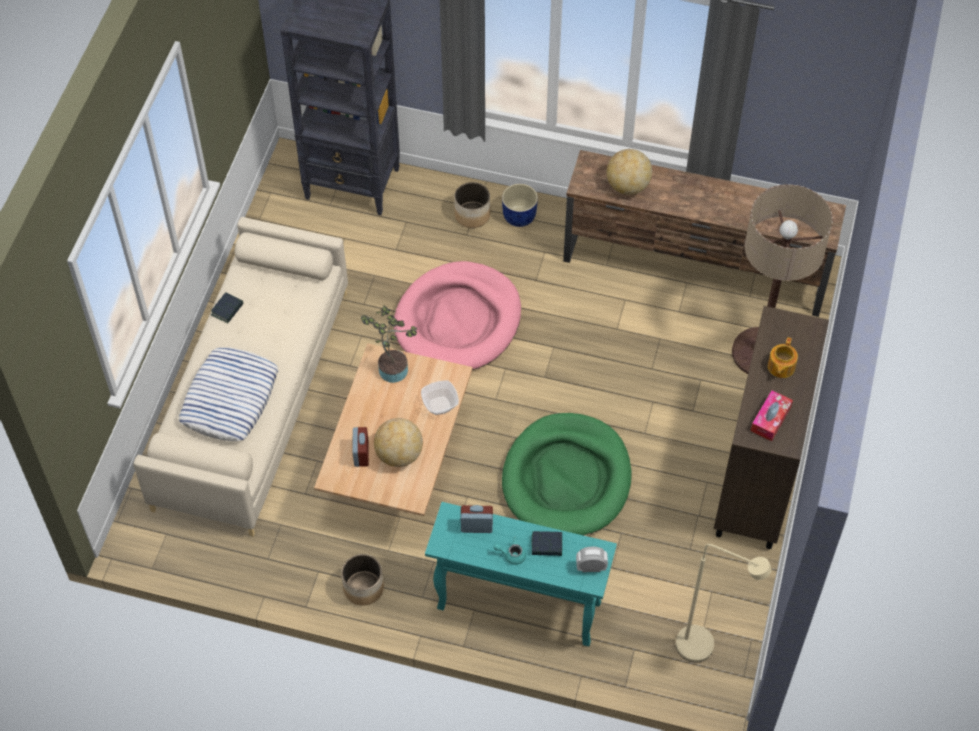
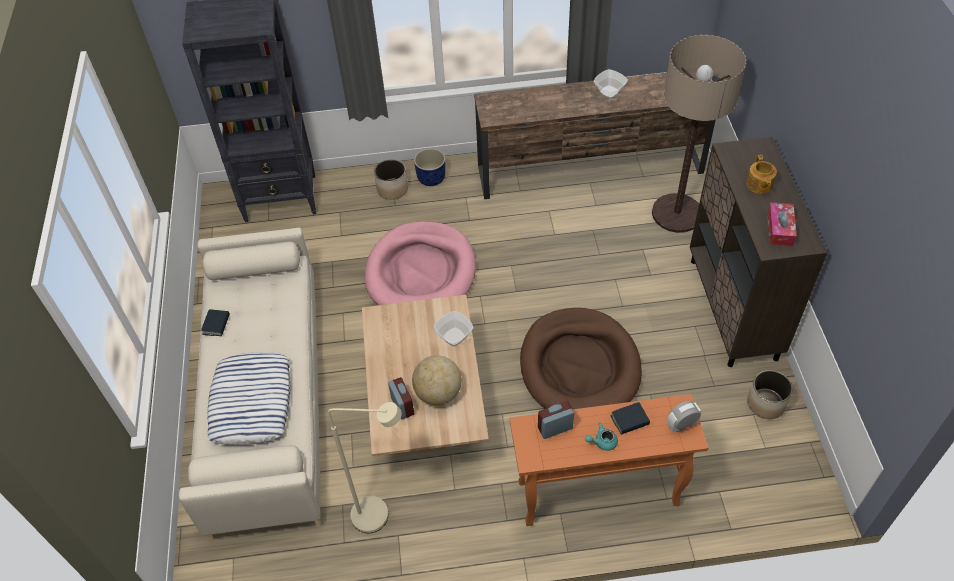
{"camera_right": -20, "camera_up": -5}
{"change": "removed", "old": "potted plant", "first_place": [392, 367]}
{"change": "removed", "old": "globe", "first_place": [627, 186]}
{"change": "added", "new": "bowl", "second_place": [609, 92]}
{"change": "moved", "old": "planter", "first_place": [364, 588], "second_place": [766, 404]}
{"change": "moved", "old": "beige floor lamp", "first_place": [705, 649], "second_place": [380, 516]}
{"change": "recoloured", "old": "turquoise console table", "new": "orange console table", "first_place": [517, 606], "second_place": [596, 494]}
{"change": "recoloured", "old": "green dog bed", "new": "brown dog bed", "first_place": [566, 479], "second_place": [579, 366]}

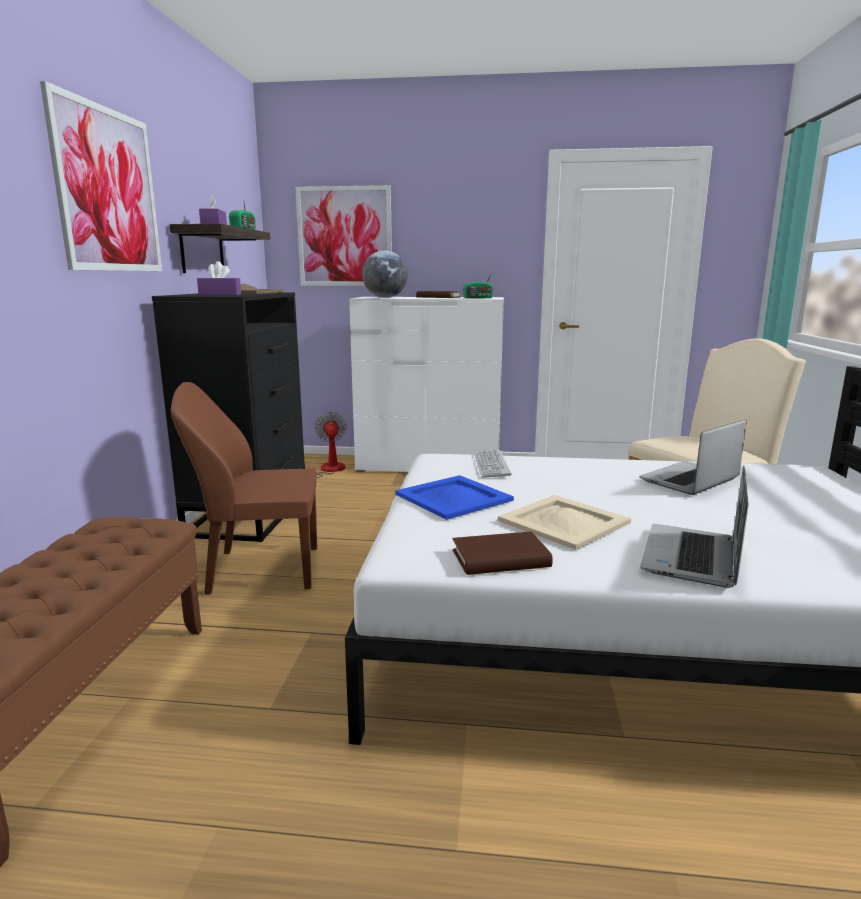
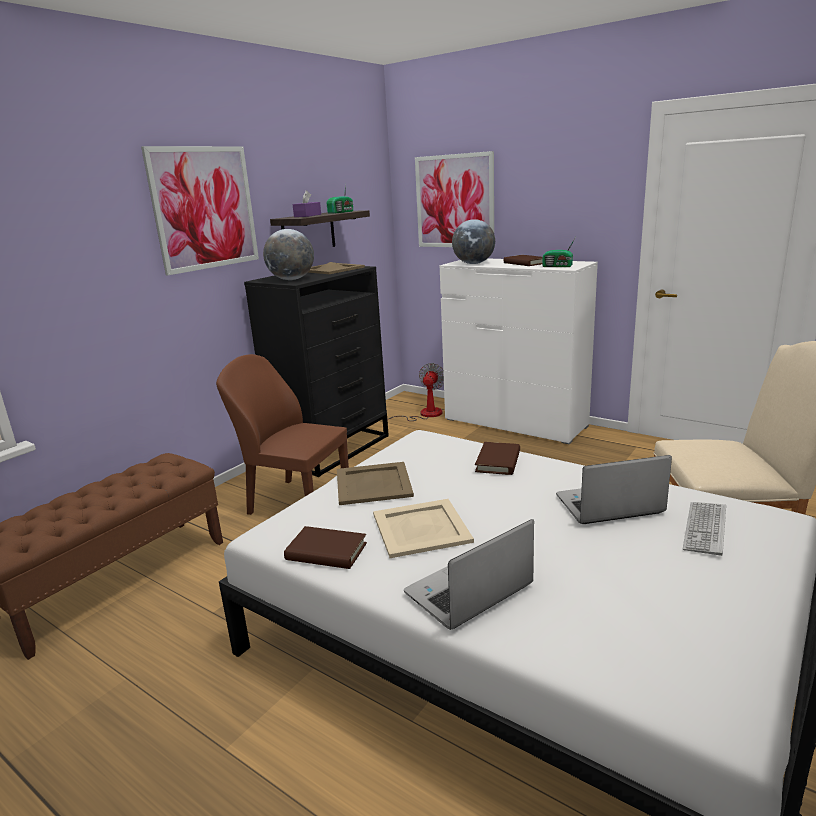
{"camera_right": 30, "camera_up": 5}
{"change": "added", "new": "brown book", "second_place": [498, 461]}
{"change": "moved", "old": "keyboard", "first_place": [491, 465], "second_place": [705, 528]}
{"change": "replaced", "old": "purple tissue box", "new": "globe", "first_place": [220, 295], "second_place": [291, 279]}
{"change": "recoloured", "old": "blue tray", "new": "beige tray", "first_place": [453, 498], "second_place": [372, 484]}

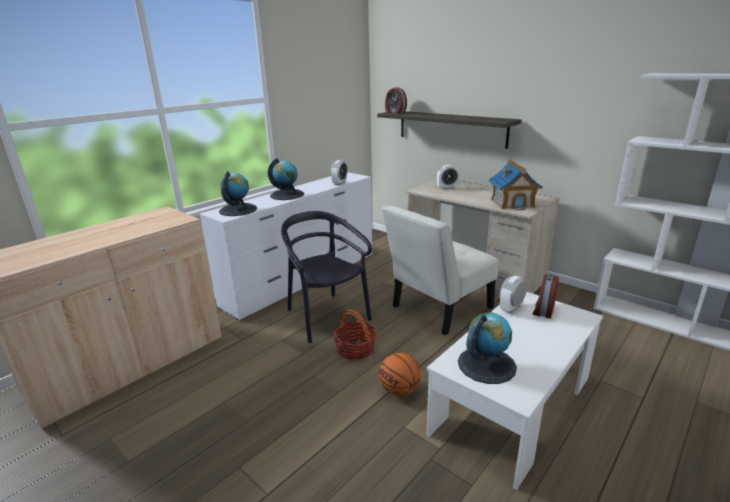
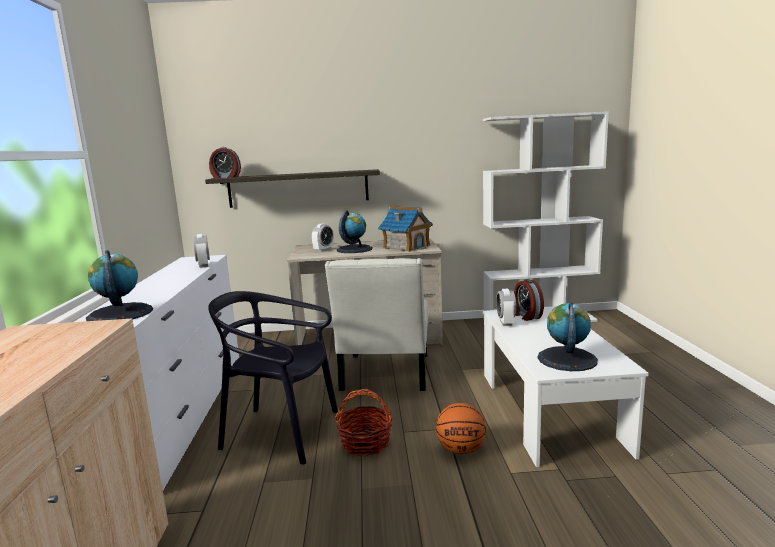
{"camera_right": -45, "camera_up": -10}
{"change": "moved", "old": "globe", "first_place": [287, 195], "second_place": [354, 249]}

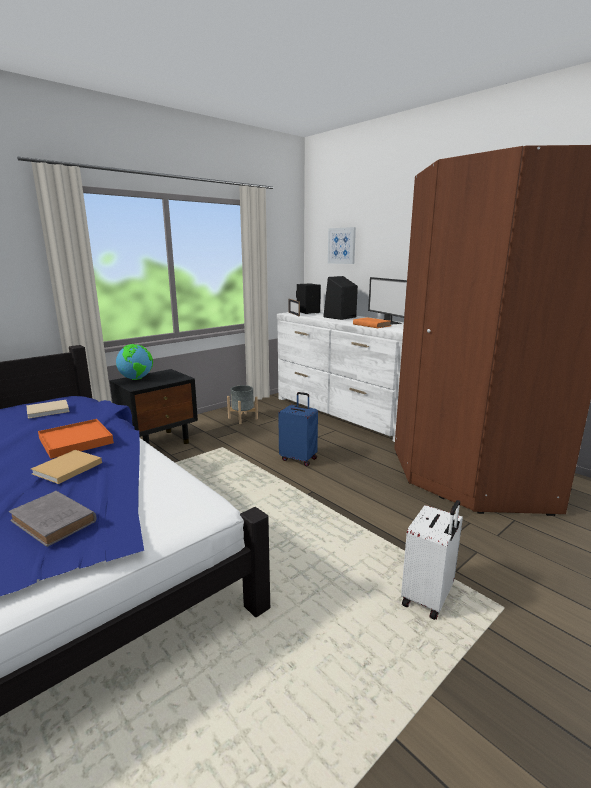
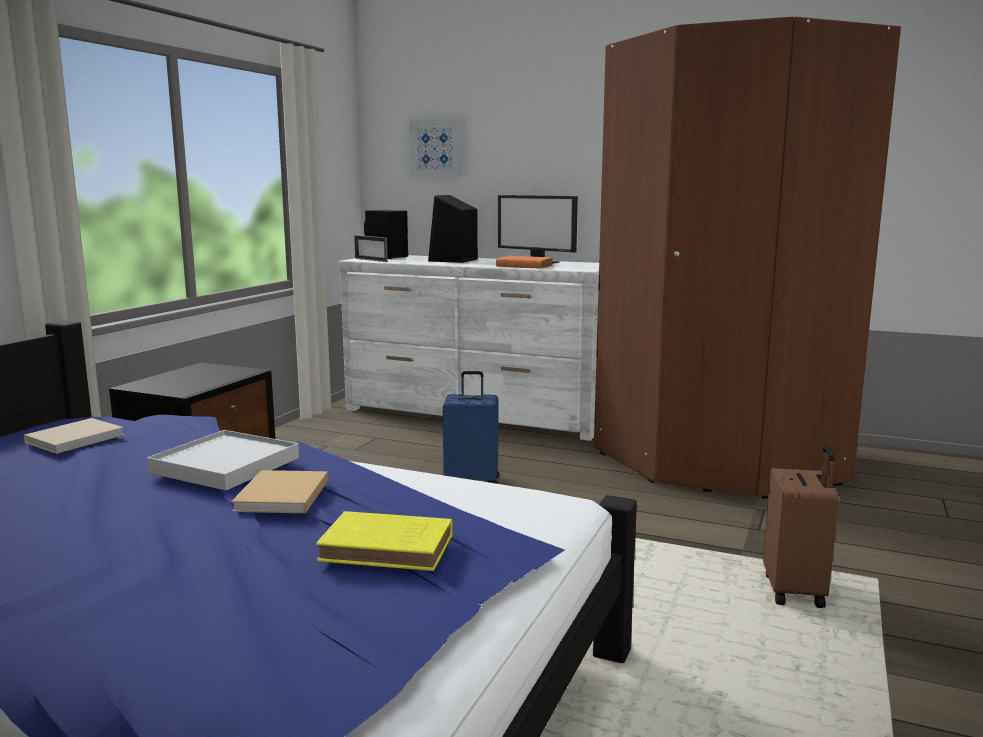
{"camera_right": -25, "camera_up": -5}
{"change": "removed", "old": "globe", "first_place": [136, 379]}
{"change": "removed", "old": "grey planter", "first_place": [242, 418]}
{"change": "recoloured", "old": "grey book", "new": "yellow book", "first_place": [55, 522], "second_place": [390, 548]}
{"change": "recoloured", "old": "orange tray", "new": "white tray", "first_place": [76, 441], "second_place": [225, 465]}
{"change": "recoloured", "old": "white suitcase", "new": "brown suitcase", "first_place": [428, 598], "second_place": [795, 591]}

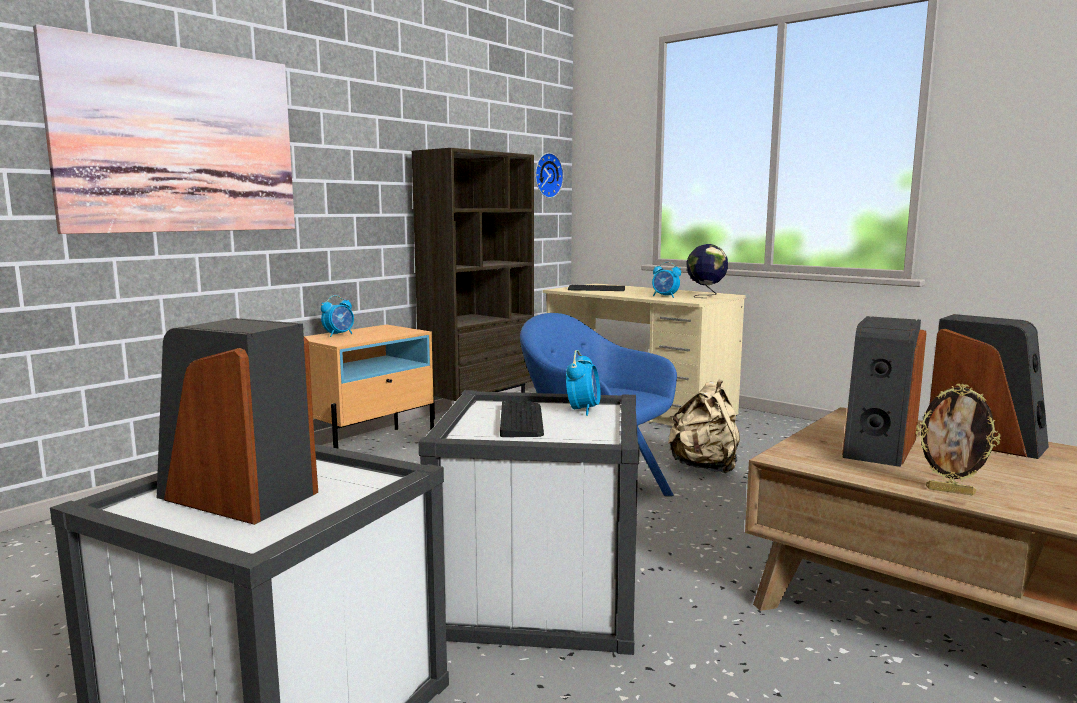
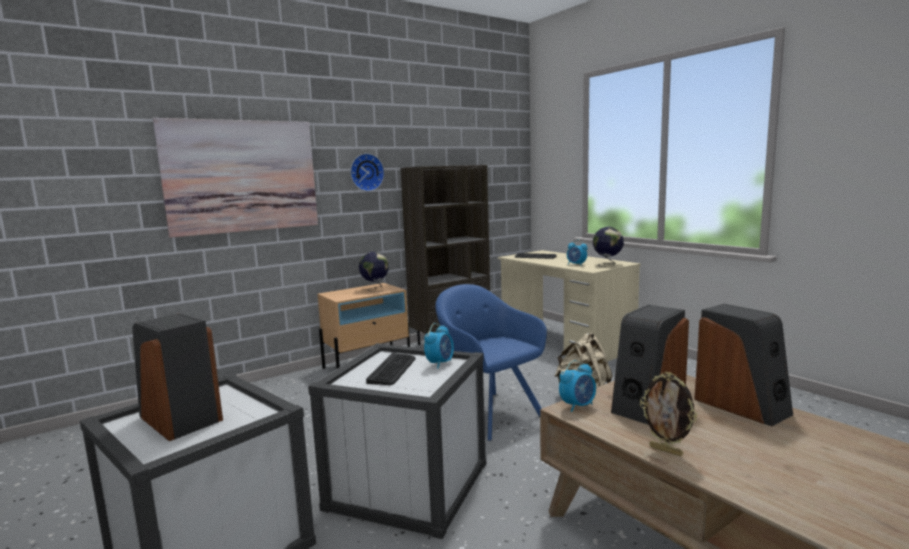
{"camera_right": 15, "camera_up": 0}
{"change": "added", "new": "globe", "second_place": [375, 289]}
{"change": "moved", "old": "alarm clock", "first_place": [339, 335], "second_place": [578, 406]}
{"change": "moved", "old": "wall clock", "first_place": [546, 175], "second_place": [366, 172]}

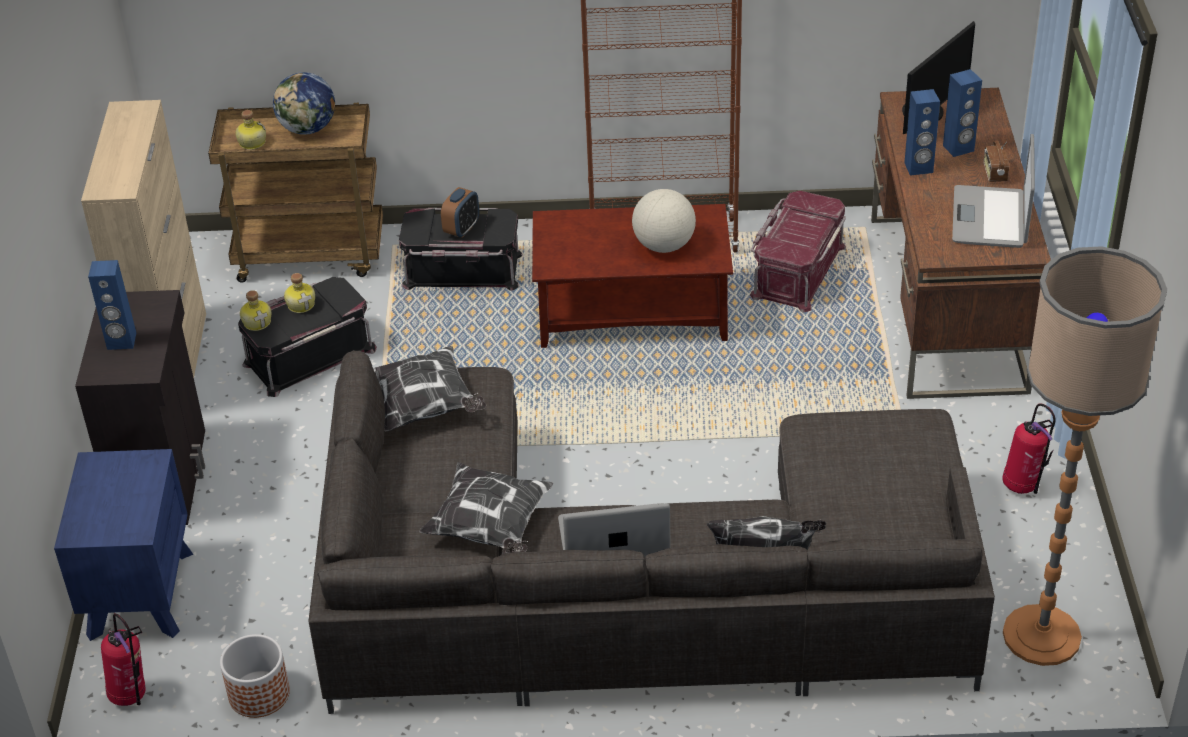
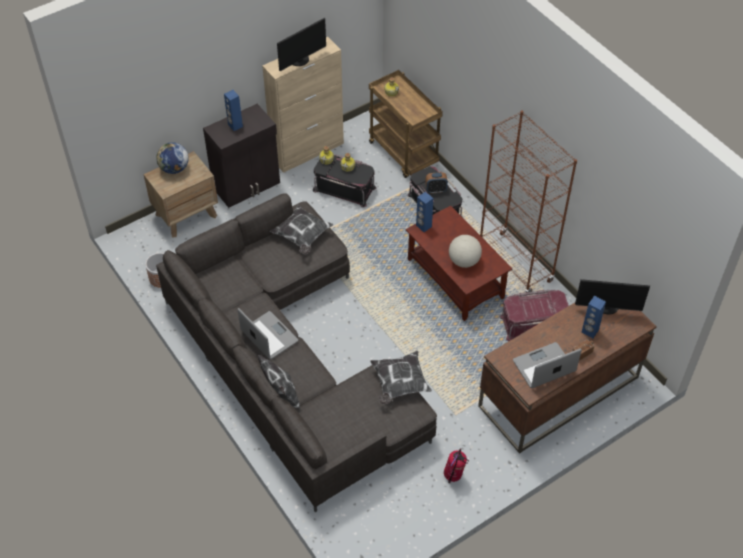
{"camera_right": 55, "camera_up": 10}
{"change": "removed", "old": "fire extinguisher", "first_place": [132, 696]}
{"change": "removed", "old": "floor lamp", "first_place": [1041, 635]}
{"change": "added", "new": "monitor", "second_place": [300, 60]}
{"change": "moved", "old": "globe", "first_place": [308, 129], "second_place": [174, 169]}
{"change": "moved", "old": "pillow", "first_place": [490, 528], "second_place": [399, 384]}
{"change": "moved", "old": "blue speaker", "first_place": [918, 168], "second_place": [423, 226]}
{"change": "recoloured", "old": "blue nightstand", "new": "brown nightstand", "first_place": [140, 593], "second_place": [186, 215]}

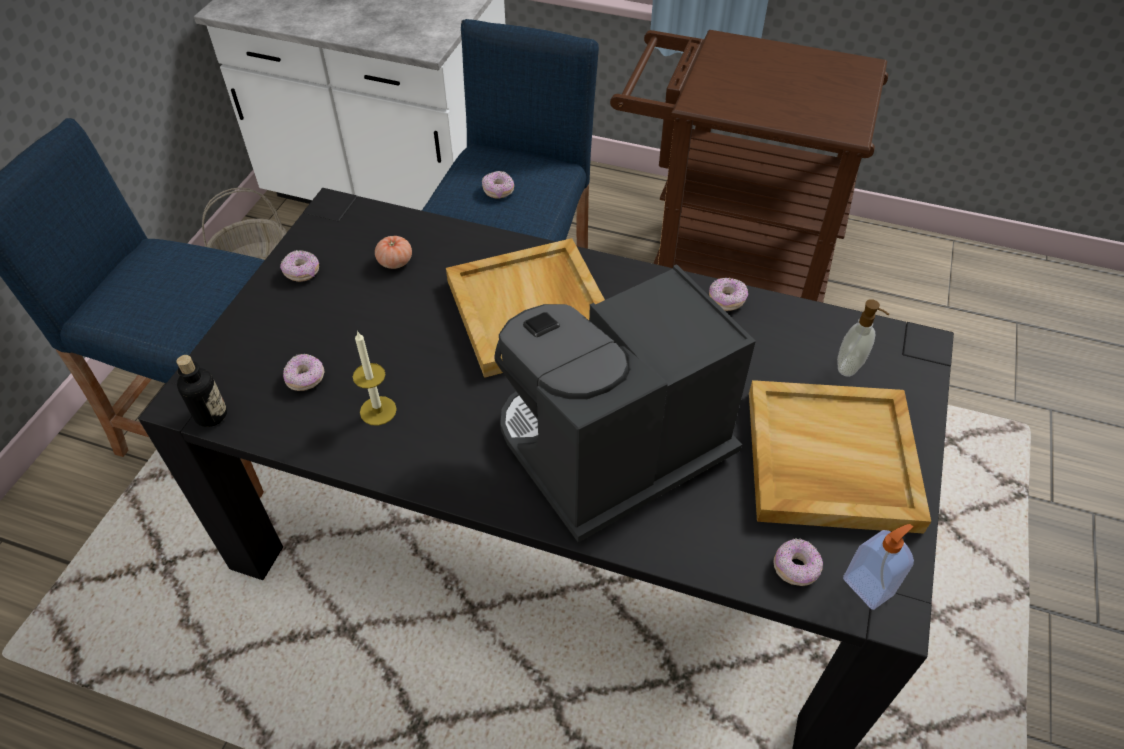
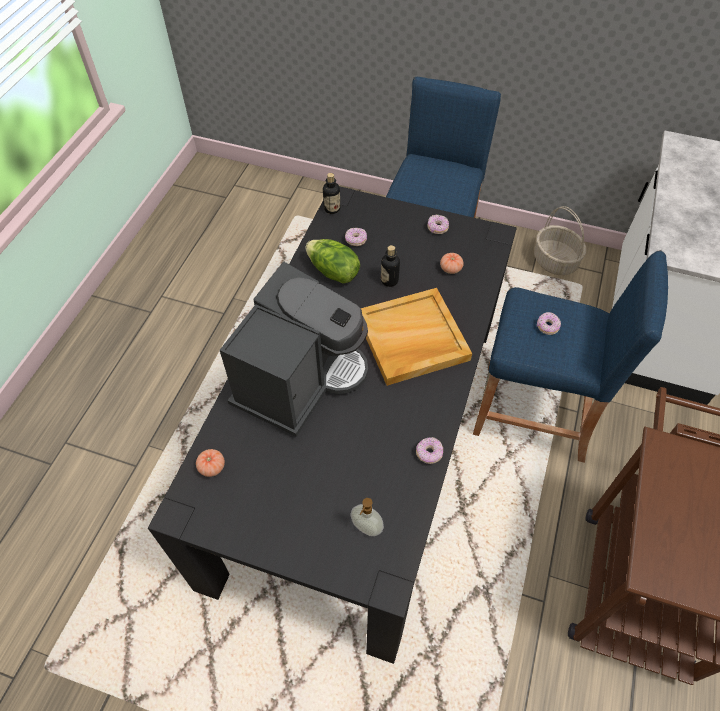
{"camera_right": 90, "camera_up": 5}
{"change": "removed", "old": "beige tray", "first_place": [829, 460]}
{"change": "removed", "old": "soap dispenser", "first_place": [868, 586]}
{"change": "added", "new": "bottle", "second_place": [389, 280]}
{"change": "replaced", "old": "candle", "new": "lettuce", "first_place": [378, 410], "second_place": [333, 272]}
{"change": "replaced", "old": "donut", "new": "tomato", "first_place": [796, 568], "second_place": [212, 467]}
{"change": "turned", "old": "coffee machine", "first_place": [612, 451], "second_place": [299, 379], "degrees": 60}

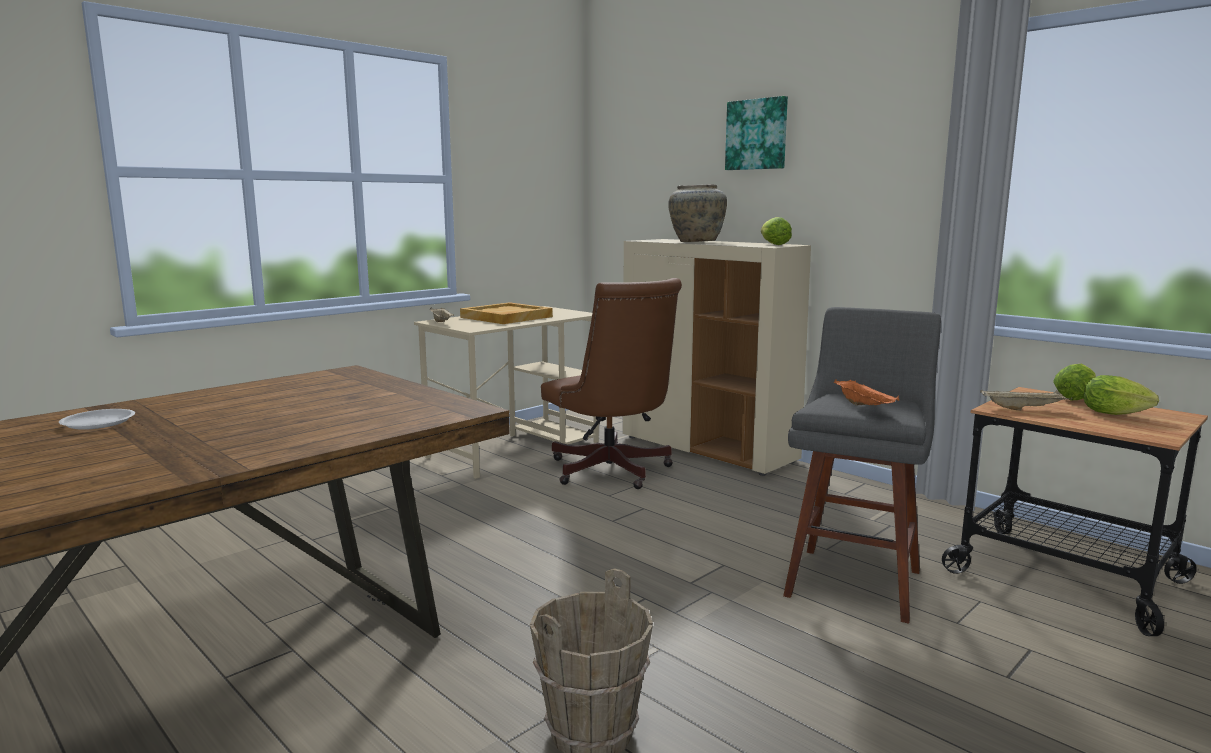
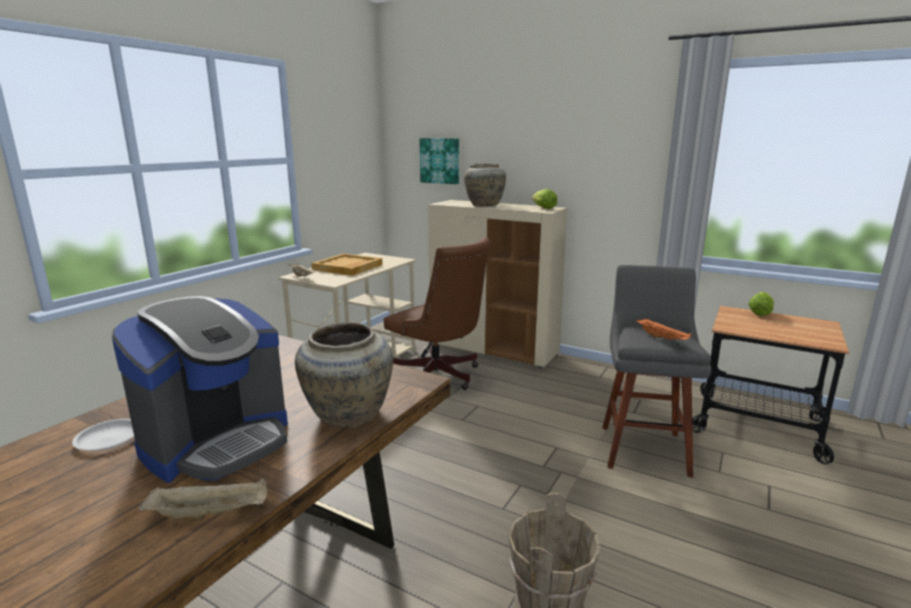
{"camera_right": -15, "camera_up": 5}
{"change": "removed", "old": "lettuce", "first_place": [1118, 414]}
{"change": "added", "new": "coffee machine", "second_place": [218, 442]}
{"change": "added", "new": "beige vase", "second_place": [347, 416]}
{"change": "moved", "old": "picture", "first_place": [757, 134], "second_place": [440, 160]}
{"change": "moved", "old": "beige tray", "first_place": [1023, 409], "second_place": [211, 513]}

